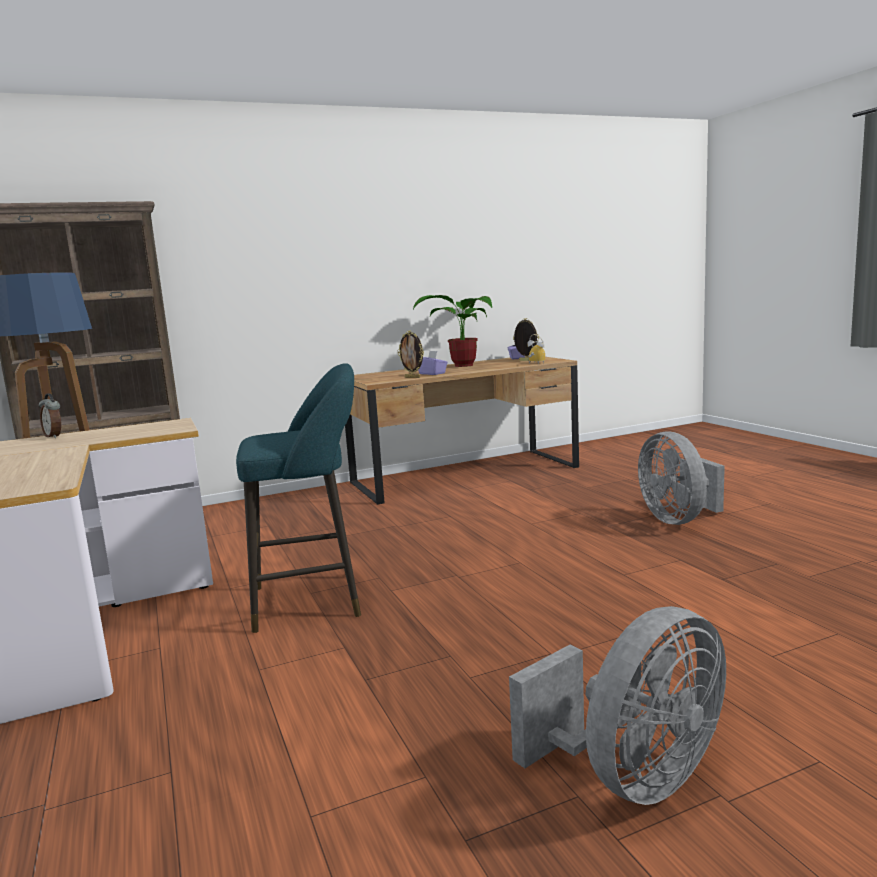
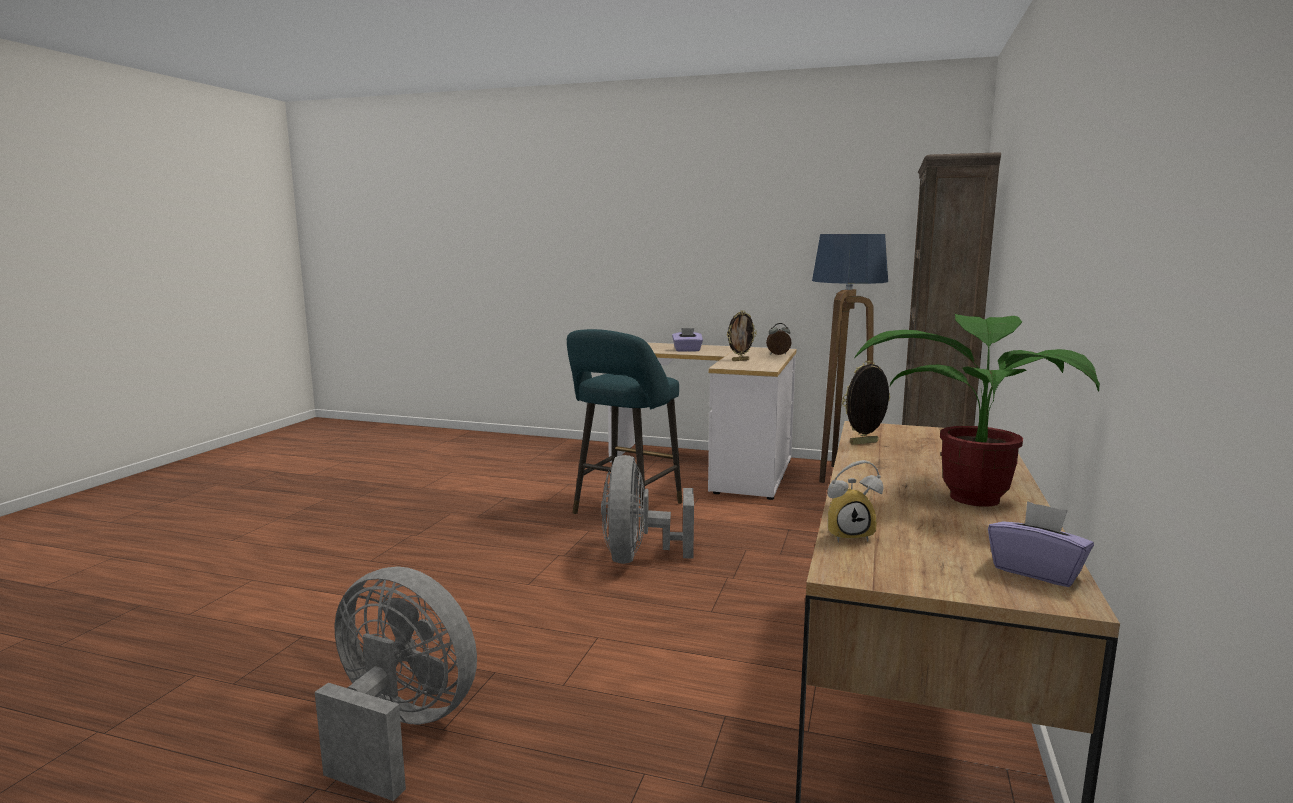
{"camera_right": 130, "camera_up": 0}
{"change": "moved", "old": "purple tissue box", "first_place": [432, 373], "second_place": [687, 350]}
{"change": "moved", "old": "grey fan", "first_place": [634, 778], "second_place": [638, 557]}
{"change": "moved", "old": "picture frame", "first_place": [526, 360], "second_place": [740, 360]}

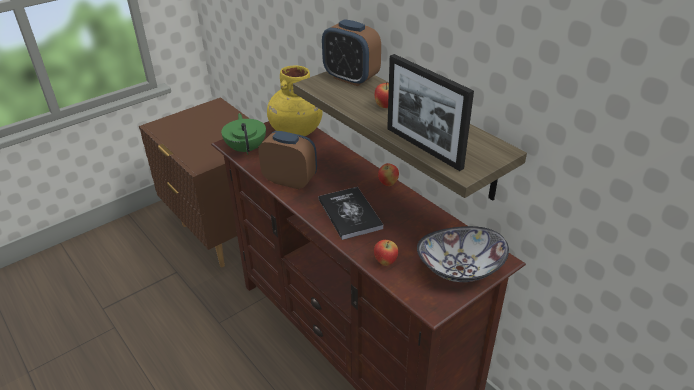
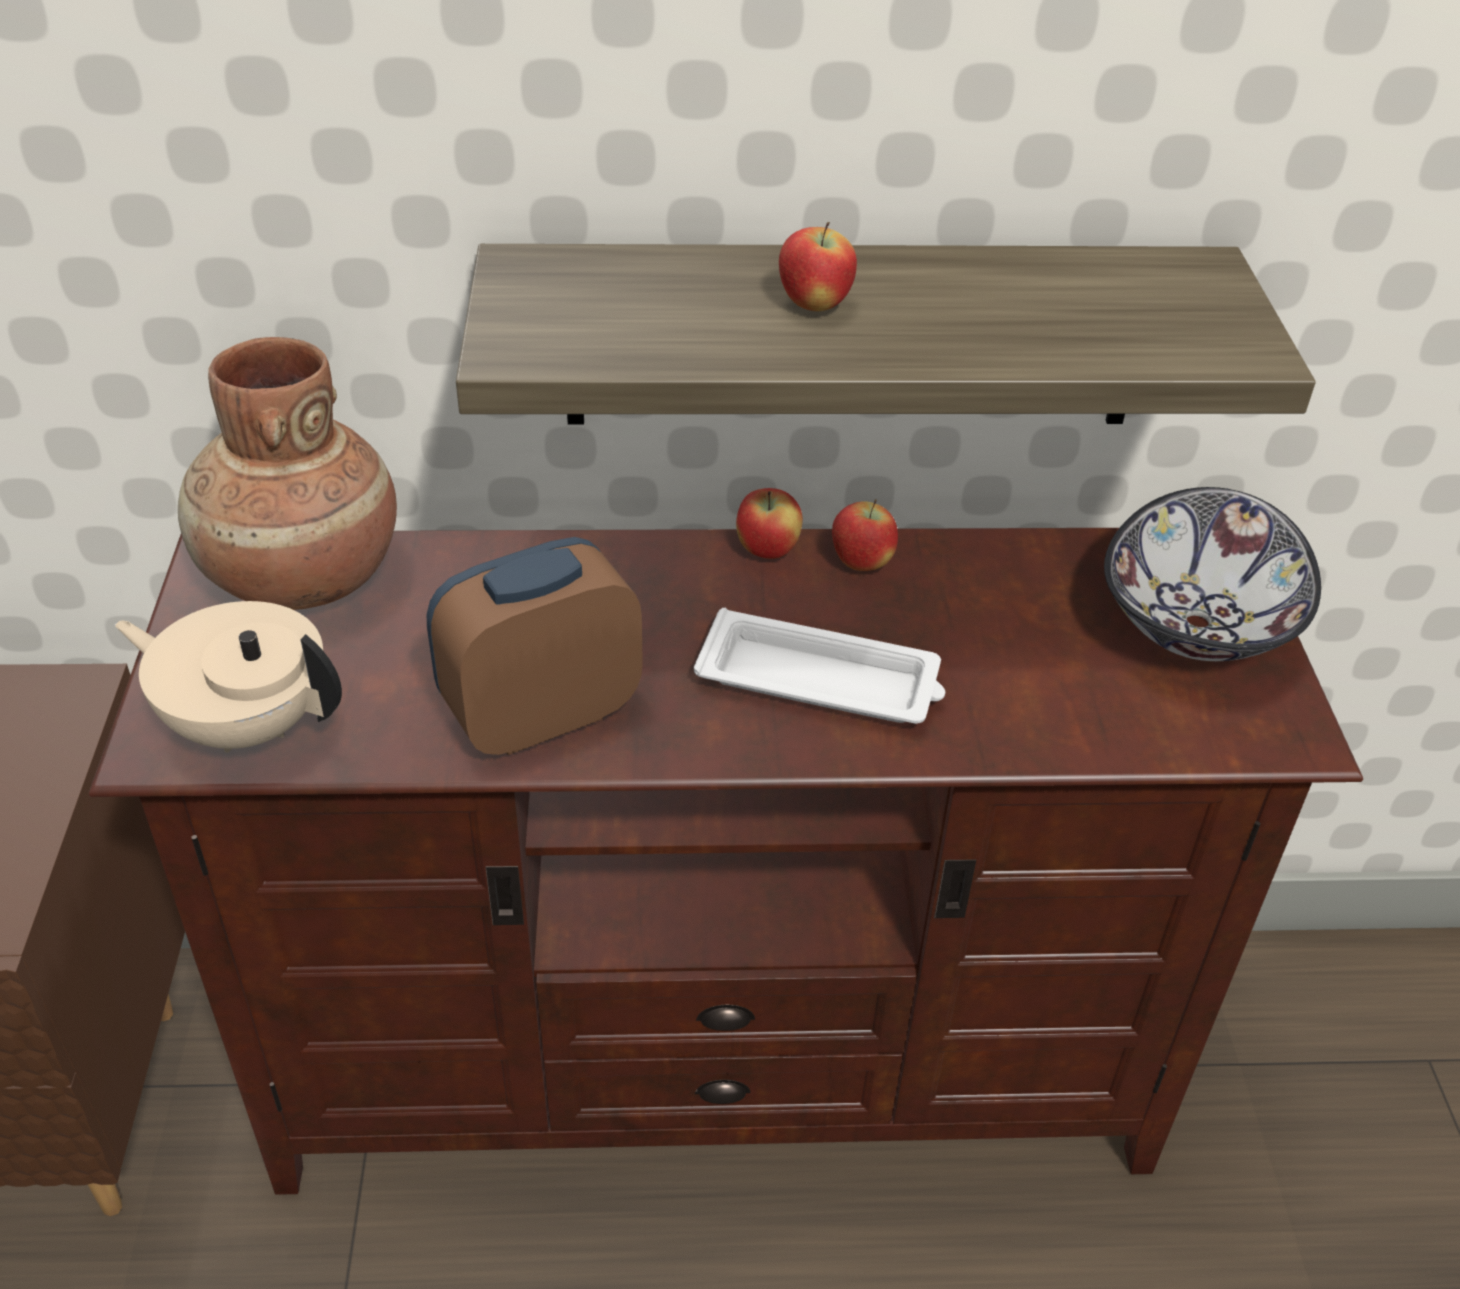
{"camera_right": -55, "camera_up": 5}
{"change": "removed", "old": "alarm clock", "first_place": [351, 78]}
{"change": "removed", "old": "picture frame", "first_place": [423, 148]}
{"change": "moved", "old": "apple", "first_place": [385, 262], "second_place": [861, 564]}
{"change": "replaced", "old": "book", "new": "white tray", "first_place": [350, 214], "second_place": [822, 682]}
{"change": "recoloured", "old": "green teapot", "new": "beige teapot", "first_place": [246, 148], "second_place": [247, 723]}
{"change": "recoloured", "old": "yellow vase", "new": "brown vase", "first_place": [295, 131], "second_place": [302, 578]}

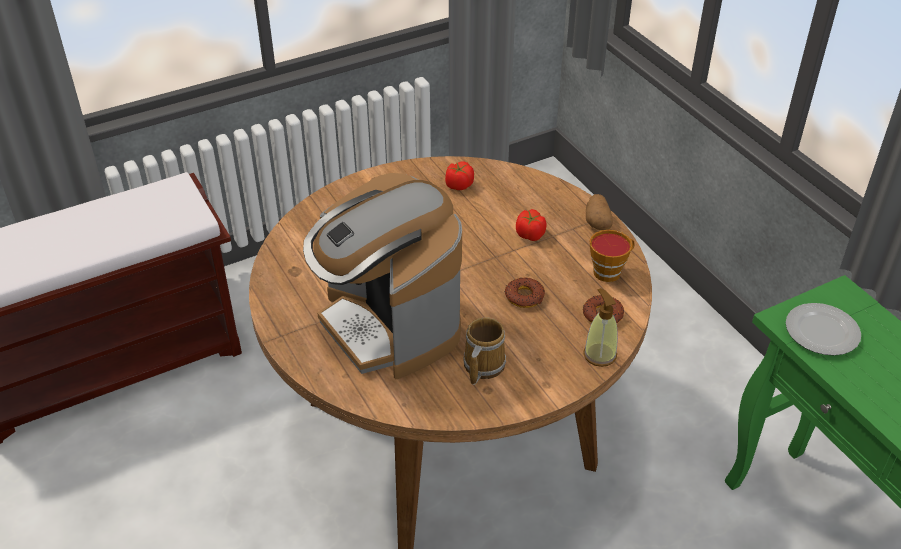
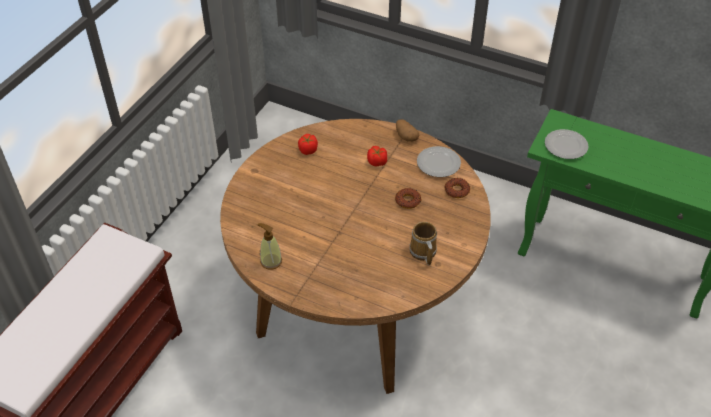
{"camera_right": -35, "camera_up": 5}
{"change": "removed", "old": "coffee machine", "first_place": [389, 326]}
{"change": "moved", "old": "soap dispenser", "first_place": [599, 354], "second_place": [271, 261]}
{"change": "replaced", "old": "cup", "new": "plate", "first_place": [609, 271], "second_place": [438, 163]}

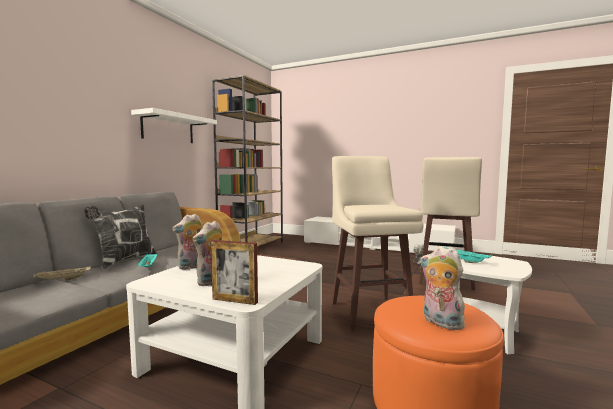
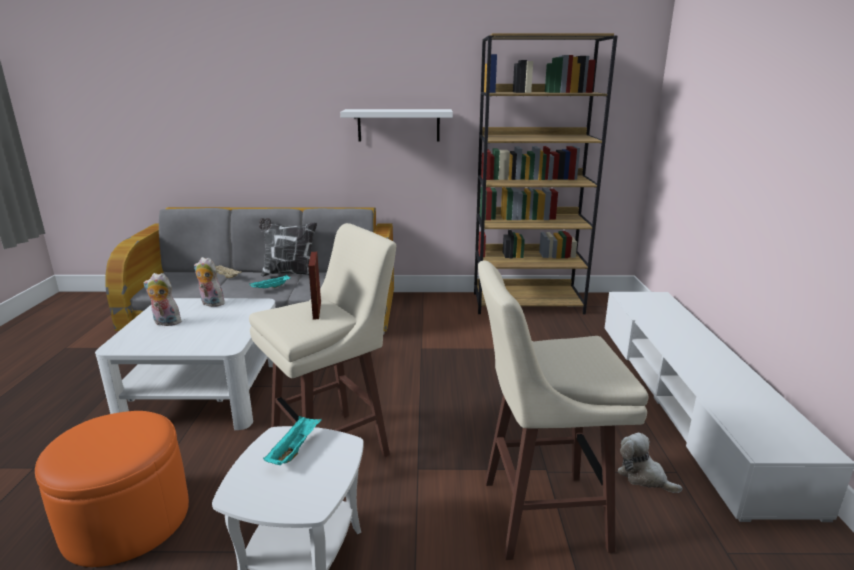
{"camera_right": 65, "camera_up": 15}
{"change": "removed", "old": "plush toy", "first_place": [440, 322]}
{"change": "moved", "old": "picture frame", "first_place": [235, 301], "second_place": [317, 310]}

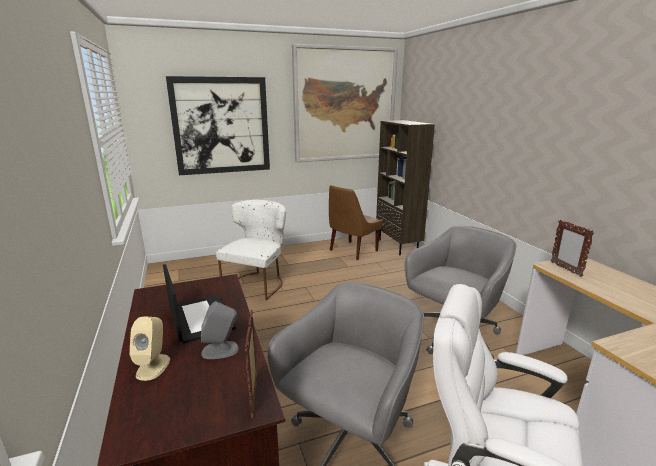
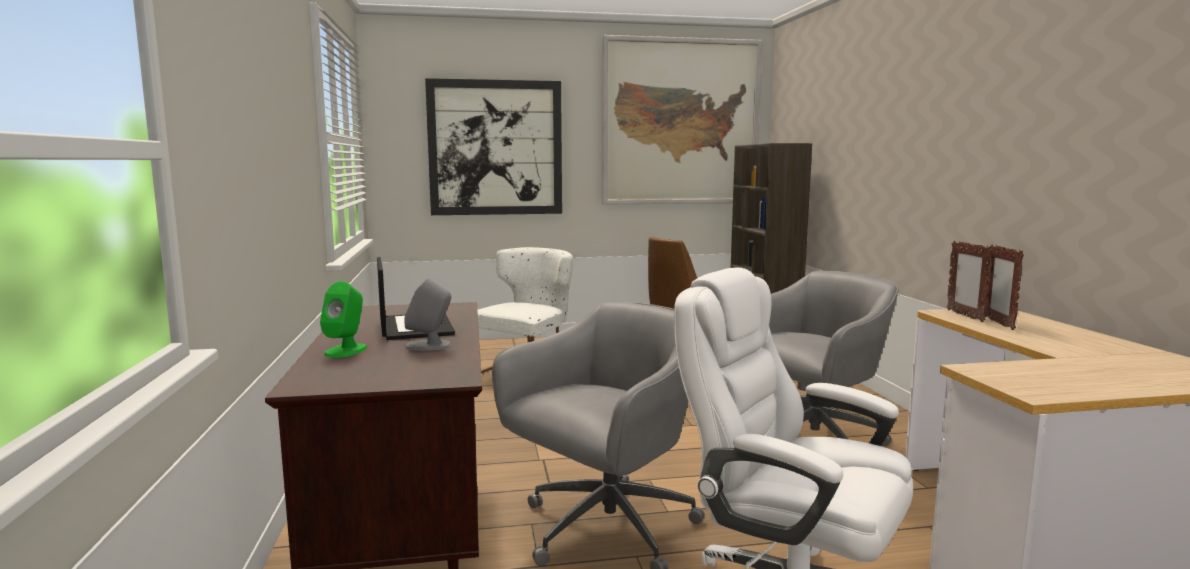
{"camera_right": 10, "camera_up": -10}
{"change": "moved", "old": "picture frame", "first_place": [255, 394], "second_place": [998, 323]}
{"change": "recoloured", "old": "beige speaker", "new": "green speaker", "first_place": [153, 366], "second_place": [346, 350]}

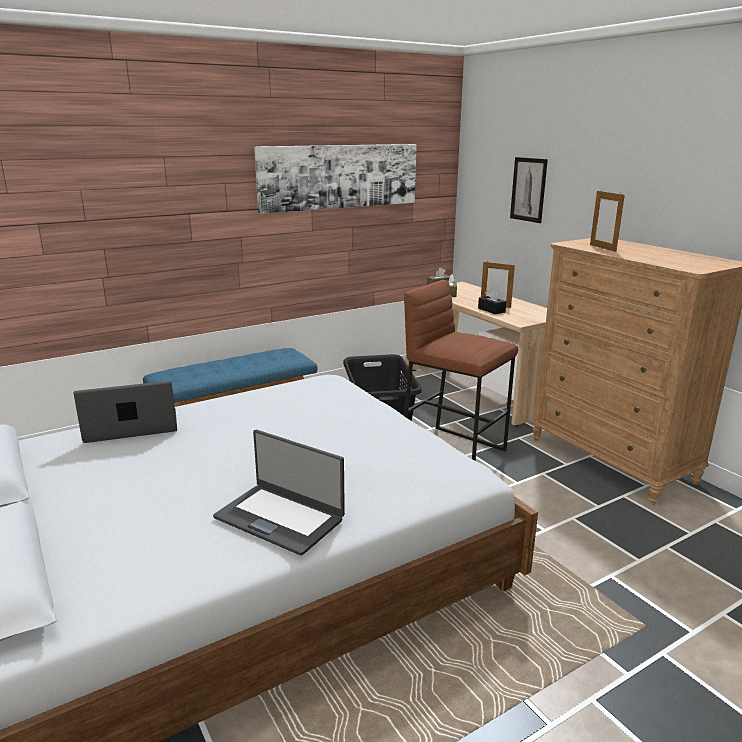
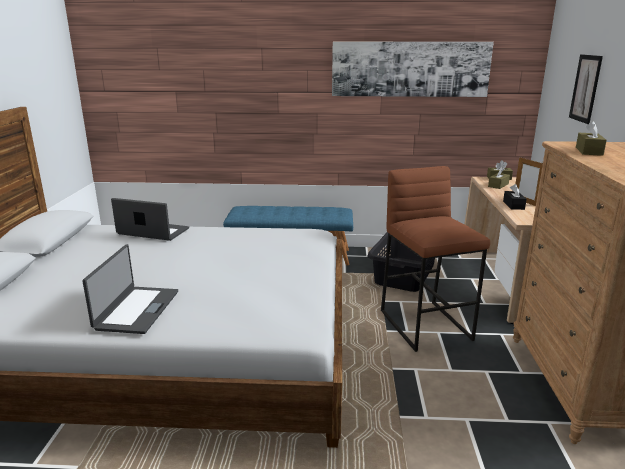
{"camera_right": 35, "camera_up": 0}
{"change": "replaced", "old": "picture frame", "new": "brown tissue box", "first_place": [602, 248], "second_place": [589, 151]}
{"change": "turned", "old": "laptop", "first_place": [280, 518], "second_place": [136, 310], "degrees": -150}

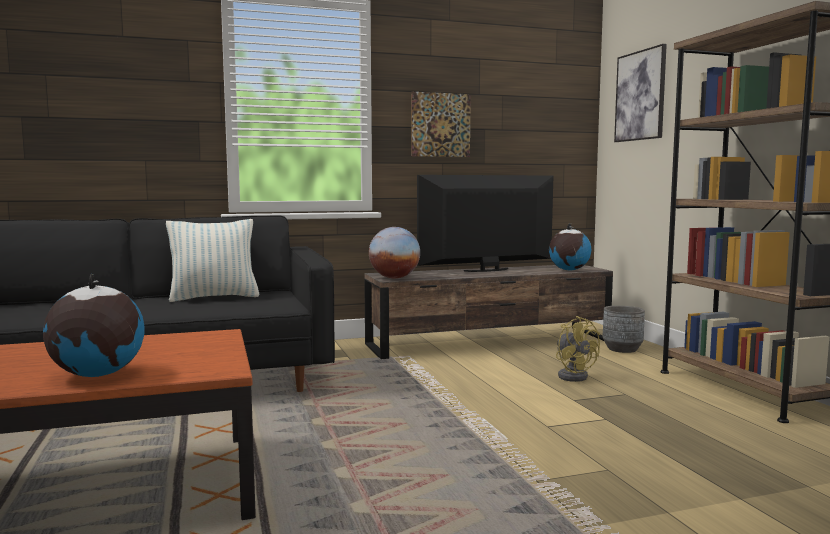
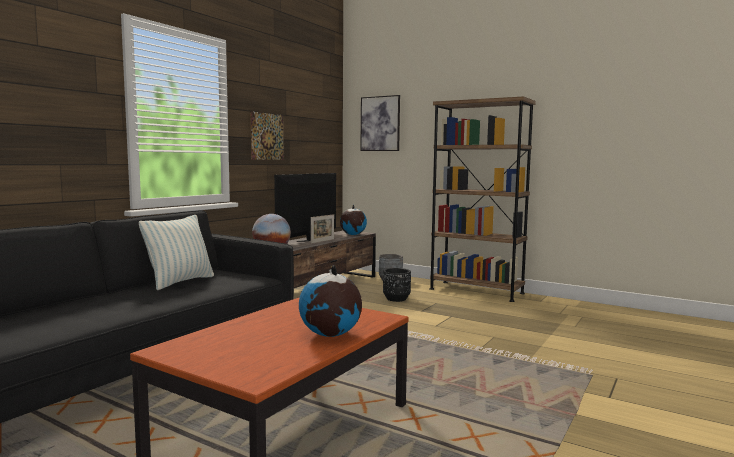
{"camera_right": -40, "camera_up": 0}
{"change": "added", "new": "picture frame", "second_place": [322, 241]}
{"change": "replaced", "old": "yellow fan", "new": "black planter", "first_place": [573, 375], "second_place": [396, 299]}

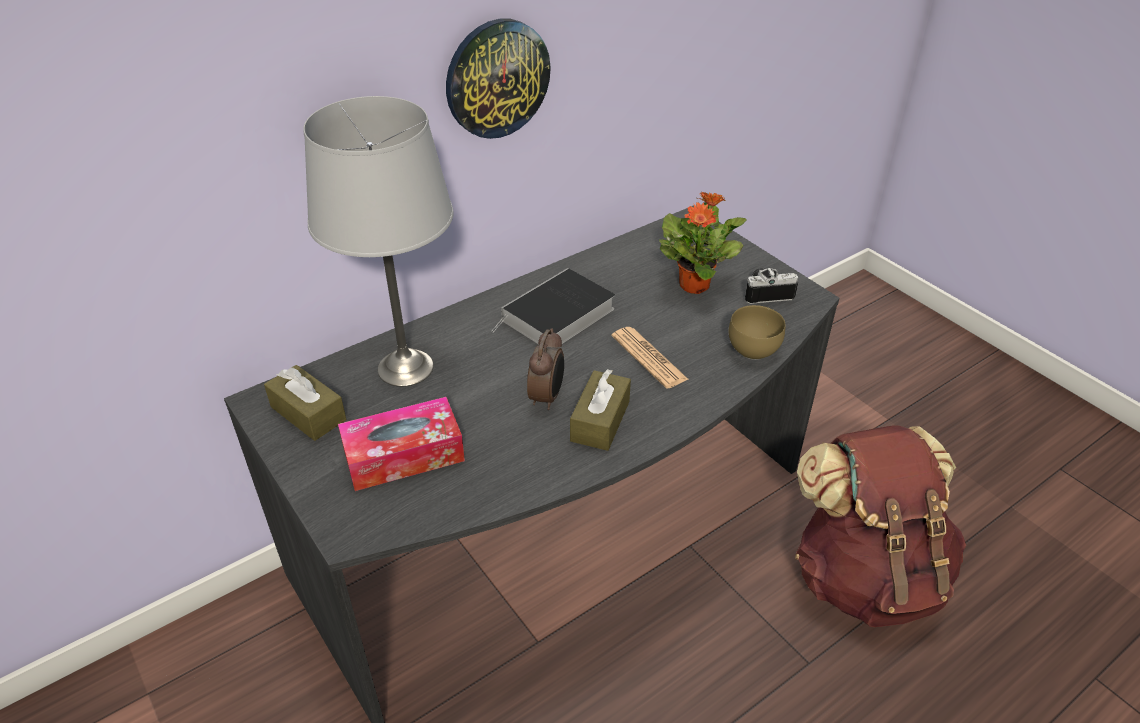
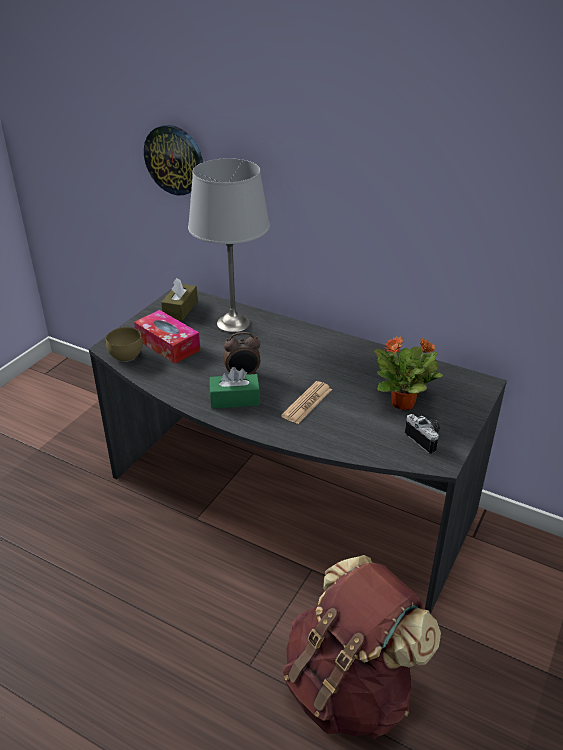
{"camera_right": 65, "camera_up": -5}
{"change": "removed", "old": "book", "first_place": [557, 316]}
{"change": "moved", "old": "wall clock", "first_place": [497, 78], "second_place": [174, 160]}
{"change": "moved", "old": "brown bowl", "first_place": [751, 351], "second_place": [125, 356]}
{"change": "recoloured", "old": "brown tissue box", "new": "green tissue box", "first_place": [600, 421], "second_place": [235, 399]}

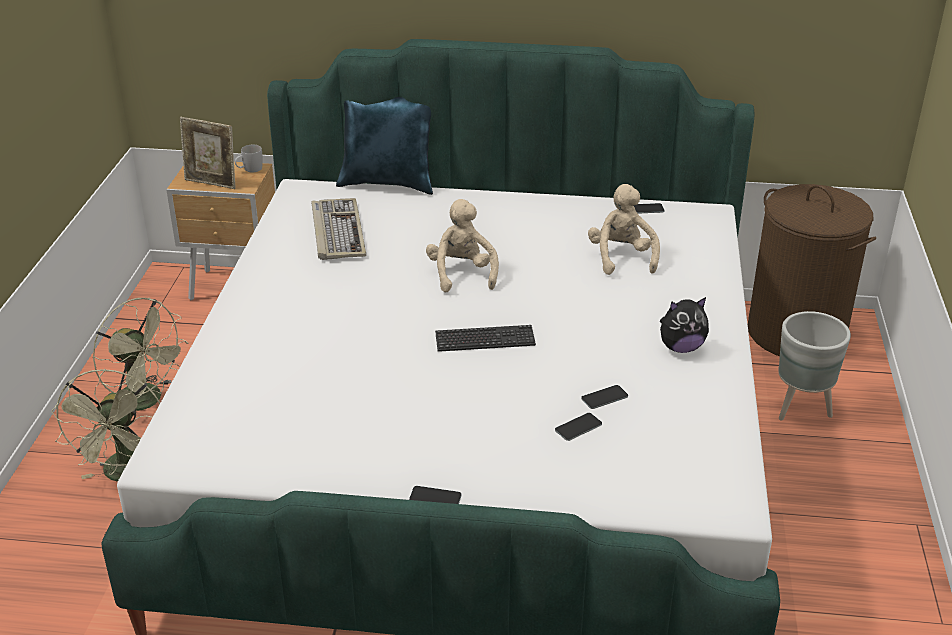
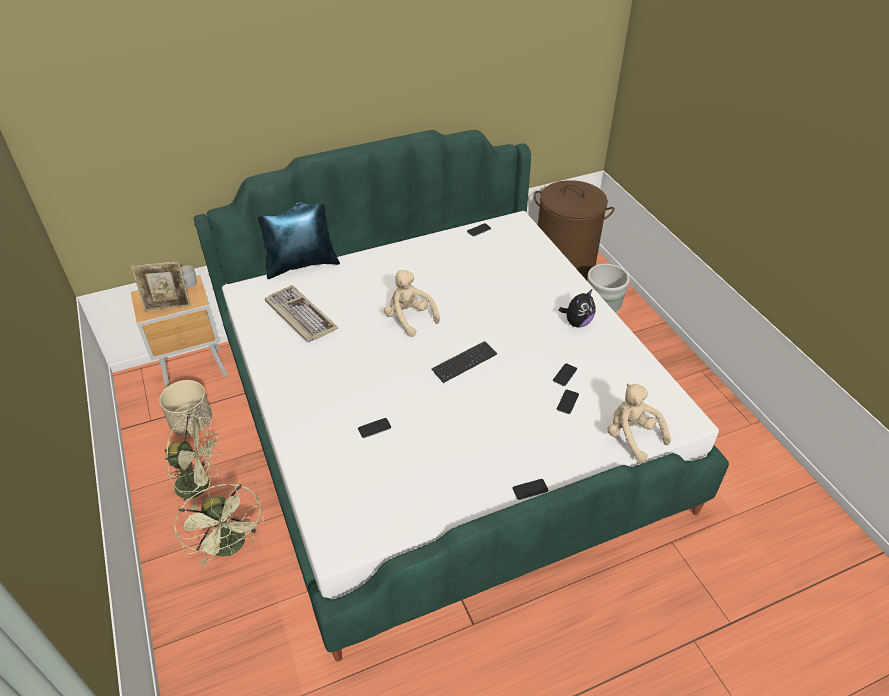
{"camera_right": -30, "camera_up": 10}
{"change": "added", "new": "beige planter", "second_place": [192, 422]}
{"change": "added", "new": "phone", "second_place": [374, 428]}
{"change": "moved", "old": "beige plush toy", "first_place": [621, 257], "second_place": [632, 436]}

